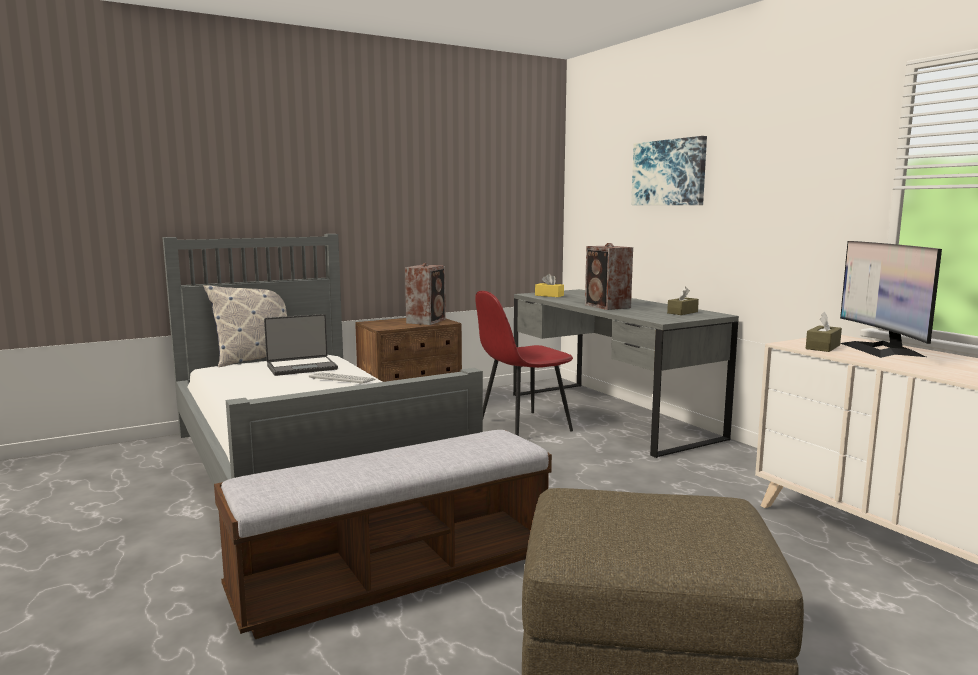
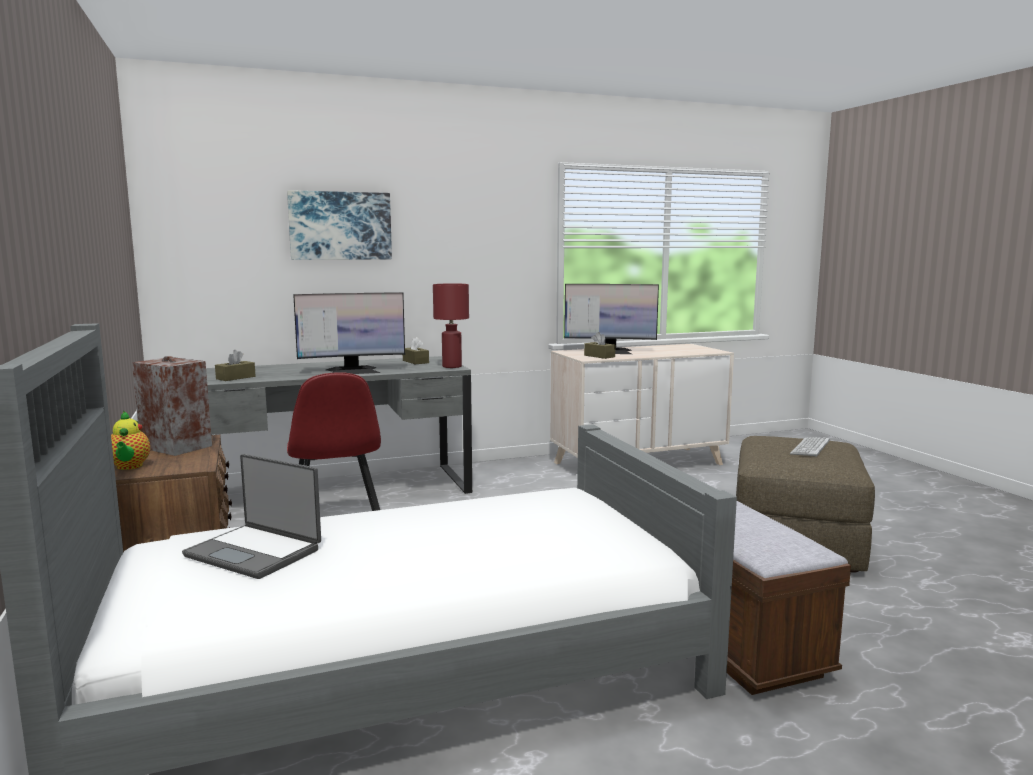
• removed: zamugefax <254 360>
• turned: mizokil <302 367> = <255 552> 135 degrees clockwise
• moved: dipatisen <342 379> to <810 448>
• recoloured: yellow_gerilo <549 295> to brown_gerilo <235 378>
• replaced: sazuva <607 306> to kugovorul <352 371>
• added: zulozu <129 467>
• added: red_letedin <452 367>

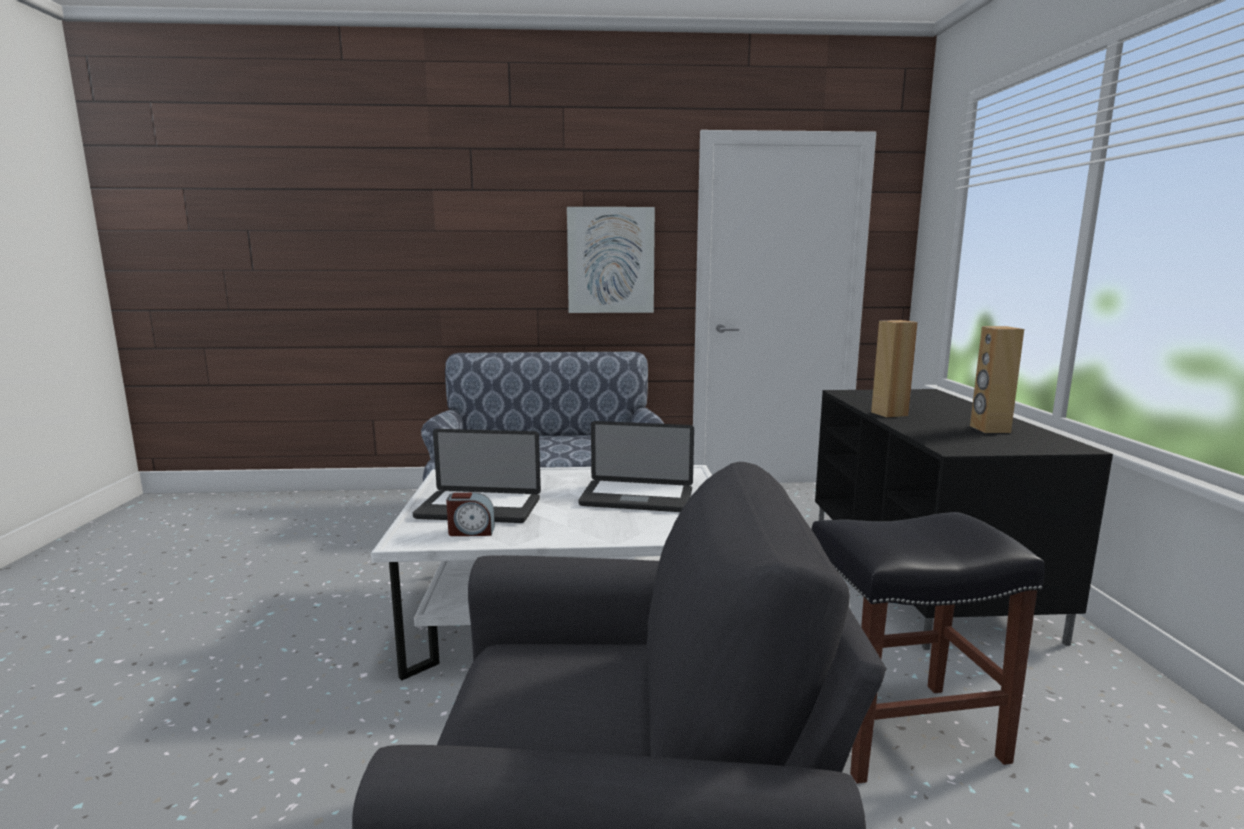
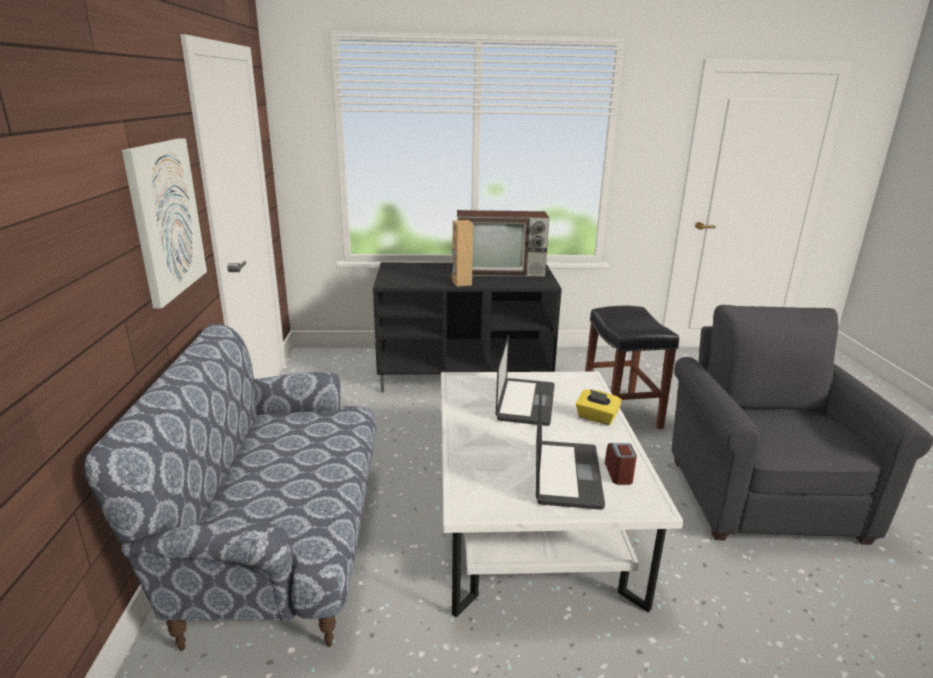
• replaced: brown_sazuva <989 429> to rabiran <501 271>
• added: yellow_gerilo <596 417>

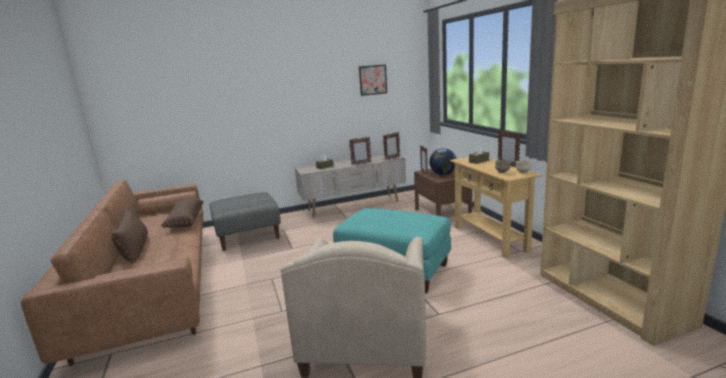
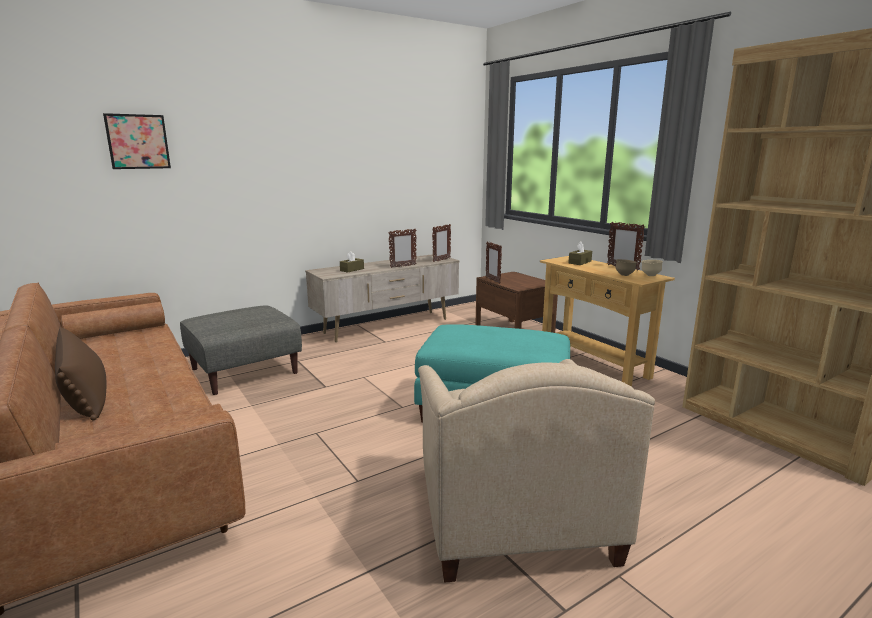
• removed: brown_zamugefax <184 221>
• moved: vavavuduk <373 80> to <138 141>
• removed: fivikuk <443 174>

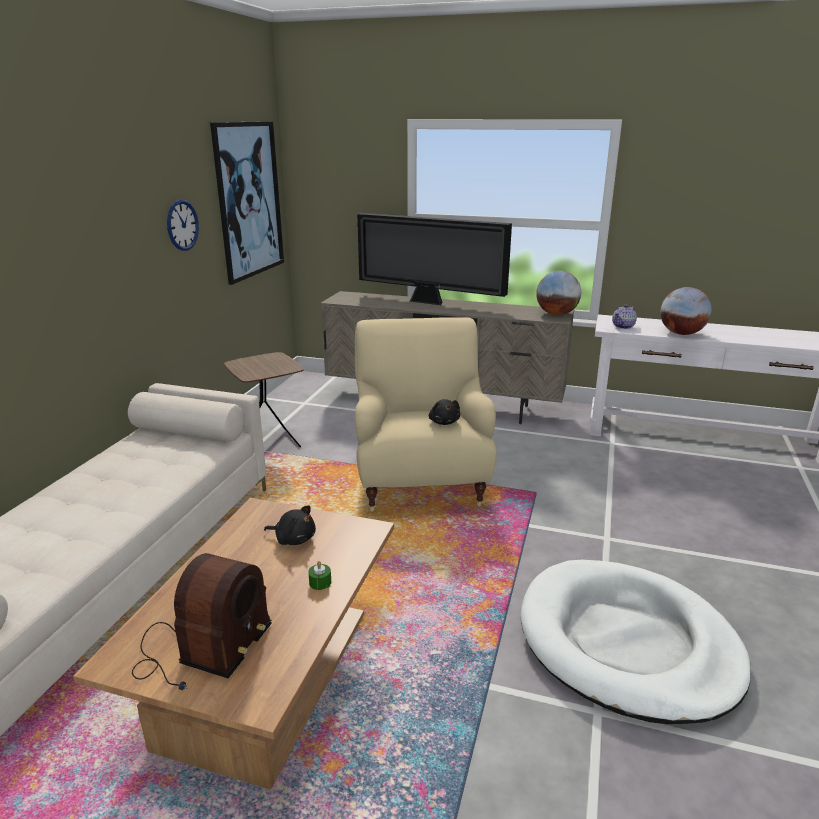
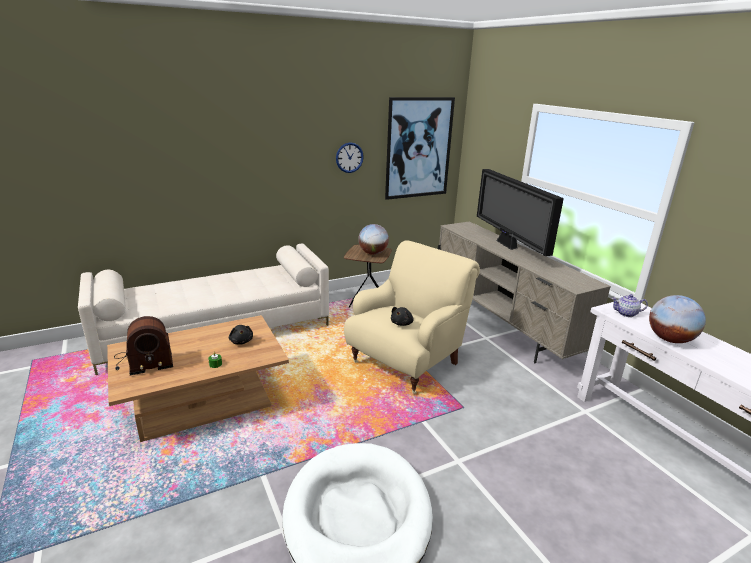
• moved: fivikuk <556 314> to <373 253>

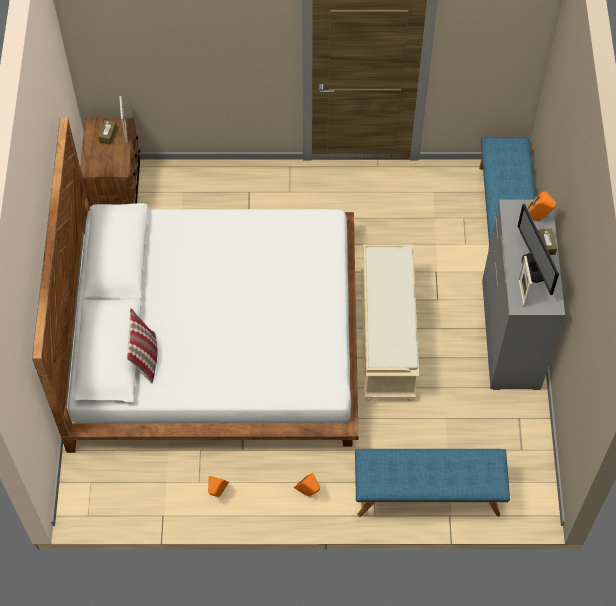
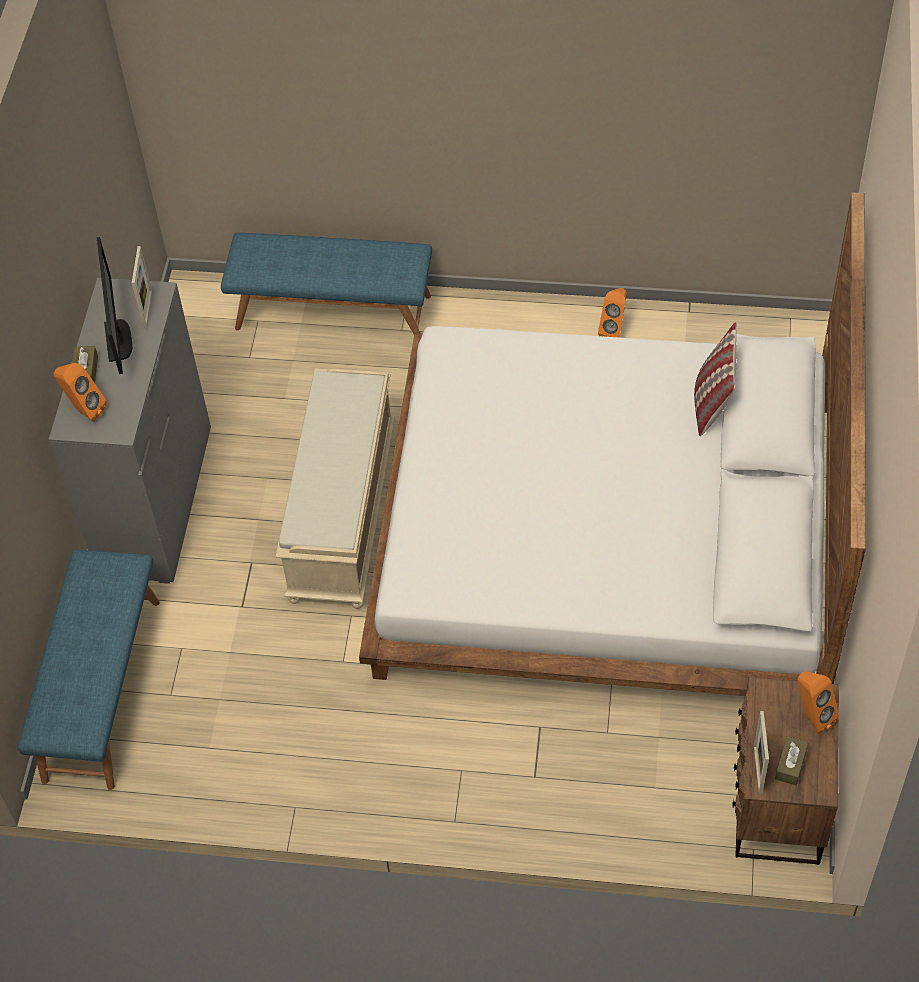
• moved: orange_sazuva <308 493> to <811 716>

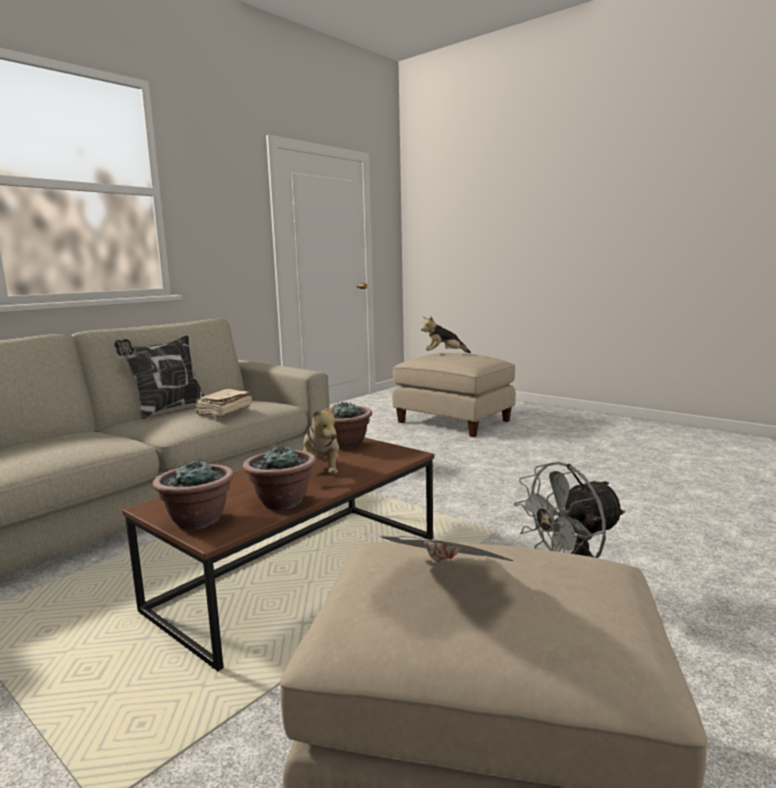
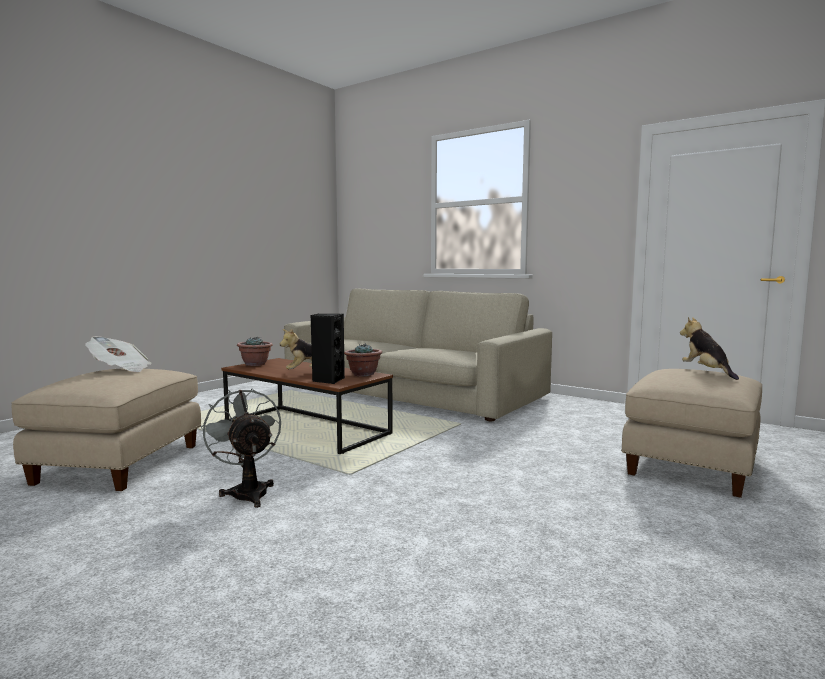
• removed: zamugefax <167 410>
• removed: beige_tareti <224 412>
• removed: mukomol <282 502>
• added: black_sazuva <328 380>

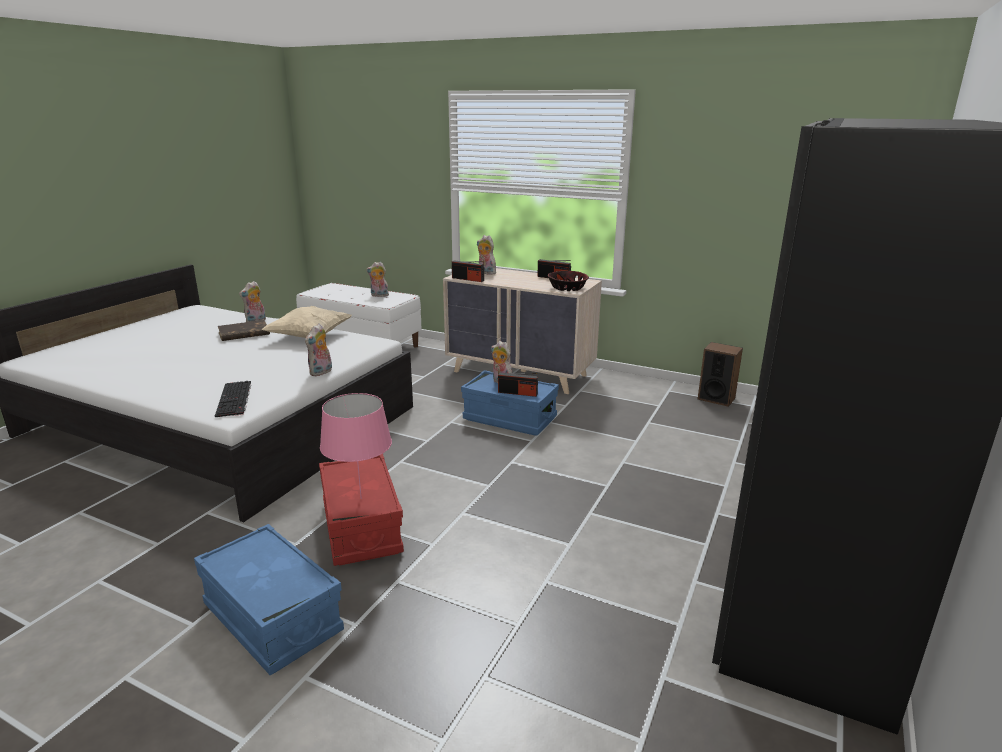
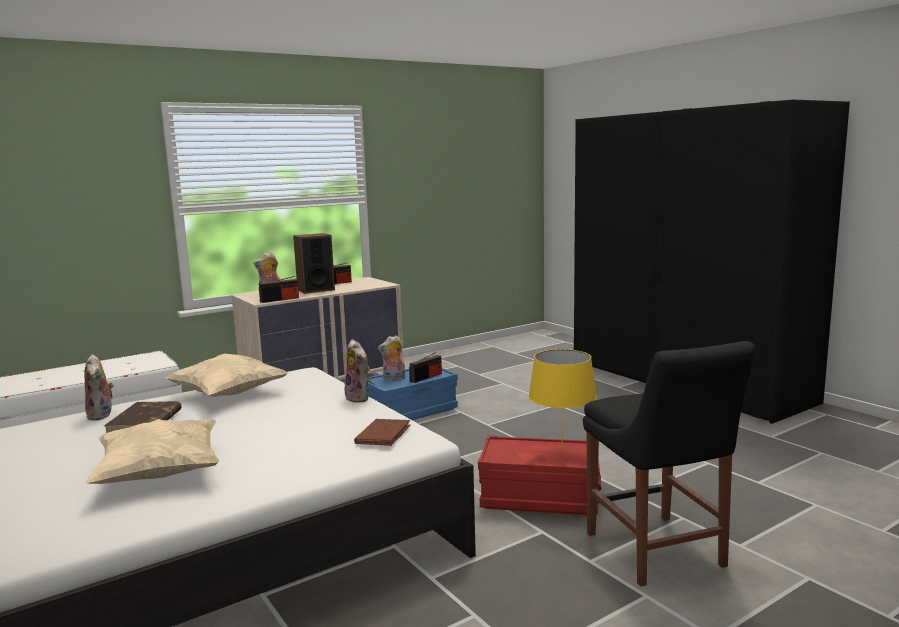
• replaced: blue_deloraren <273 618> to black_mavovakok <657 553>
• replaced: dipatisen <235 399> to brown_tareti <383 435>
• recoloured: pink_letedin <361 498> to yellow_letedin <561 453>
• removed: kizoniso <379 295>
• removed: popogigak <567 288>
• moved: sazuva <716 398> to <316 290>
• added: beige_zamugefax <160 475>

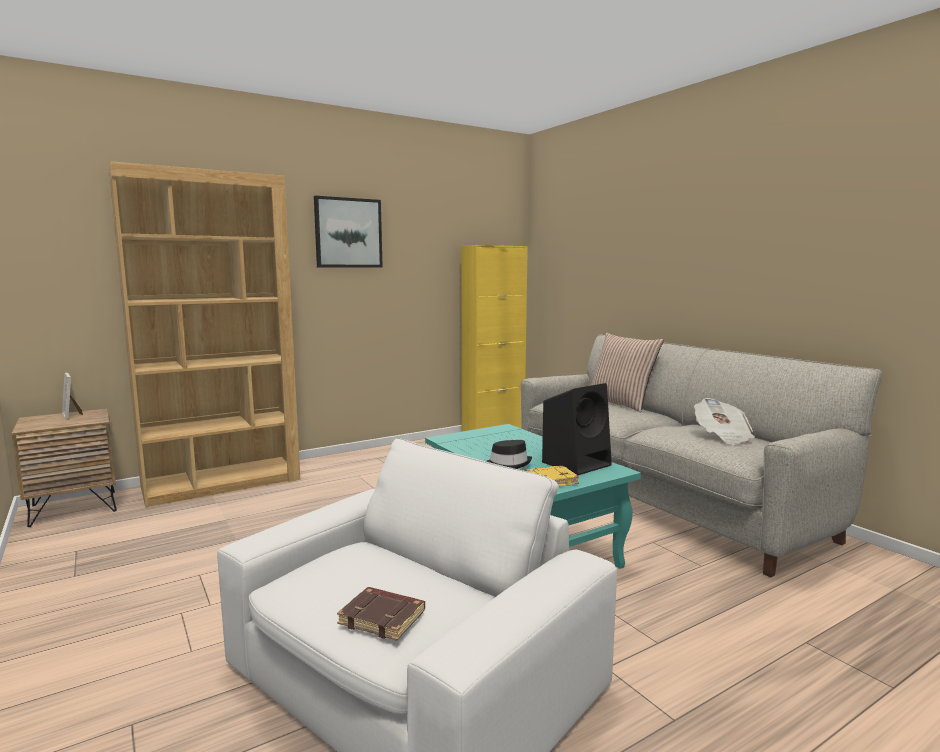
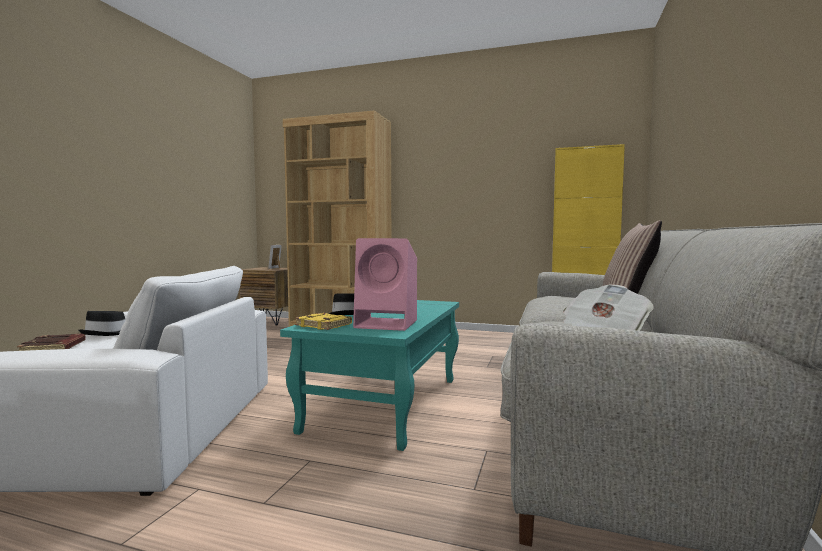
• removed: vavavuduk <348 233>
• recoloured: black_sazuva <577 463> to pink_sazuva <388 324>
• added: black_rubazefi <108 334>

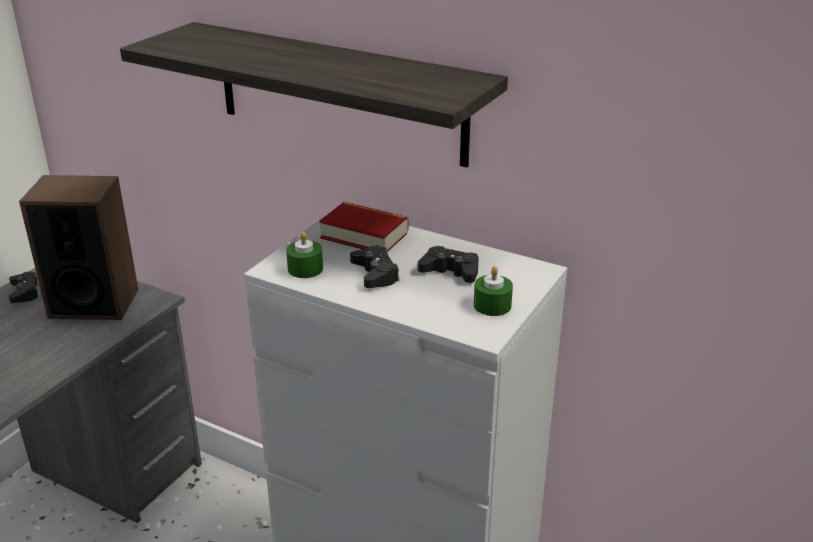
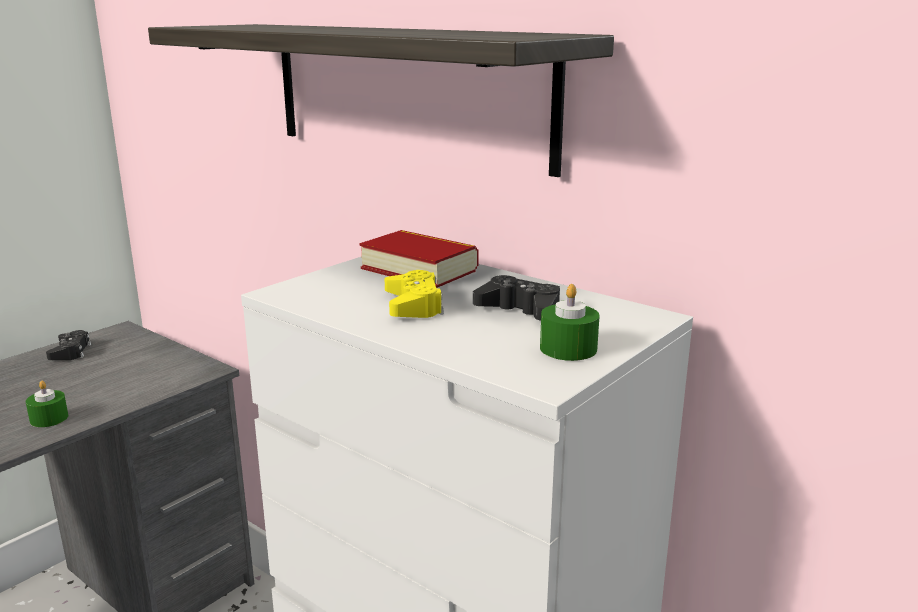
• removed: sazuva <94 303>
• moved: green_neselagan <305 269> to <49 418>
• recoloured: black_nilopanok <375 274> to yellow_nilopanok <413 305>

